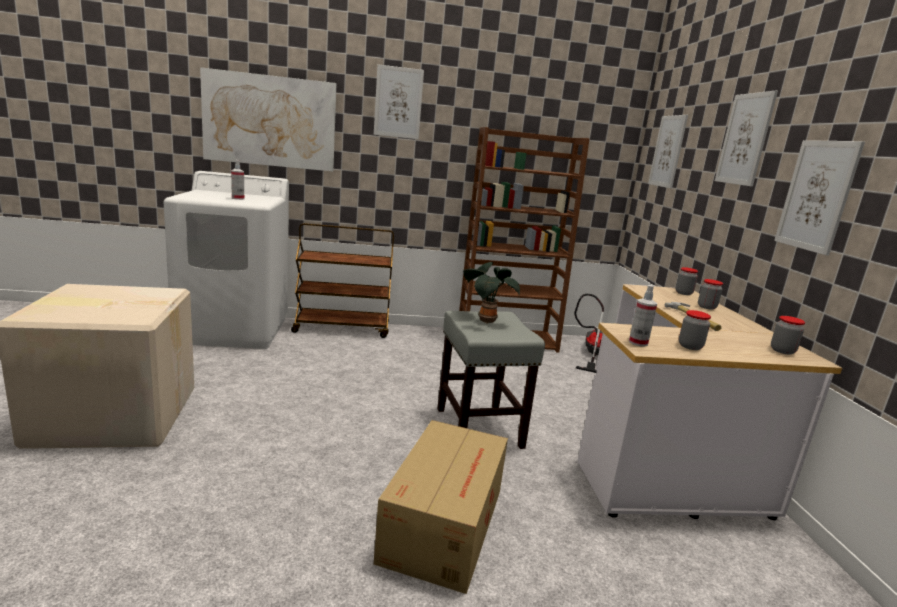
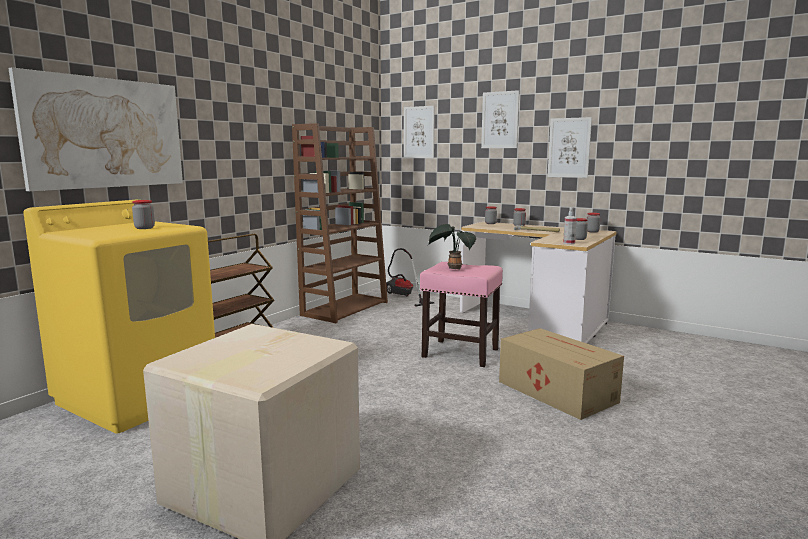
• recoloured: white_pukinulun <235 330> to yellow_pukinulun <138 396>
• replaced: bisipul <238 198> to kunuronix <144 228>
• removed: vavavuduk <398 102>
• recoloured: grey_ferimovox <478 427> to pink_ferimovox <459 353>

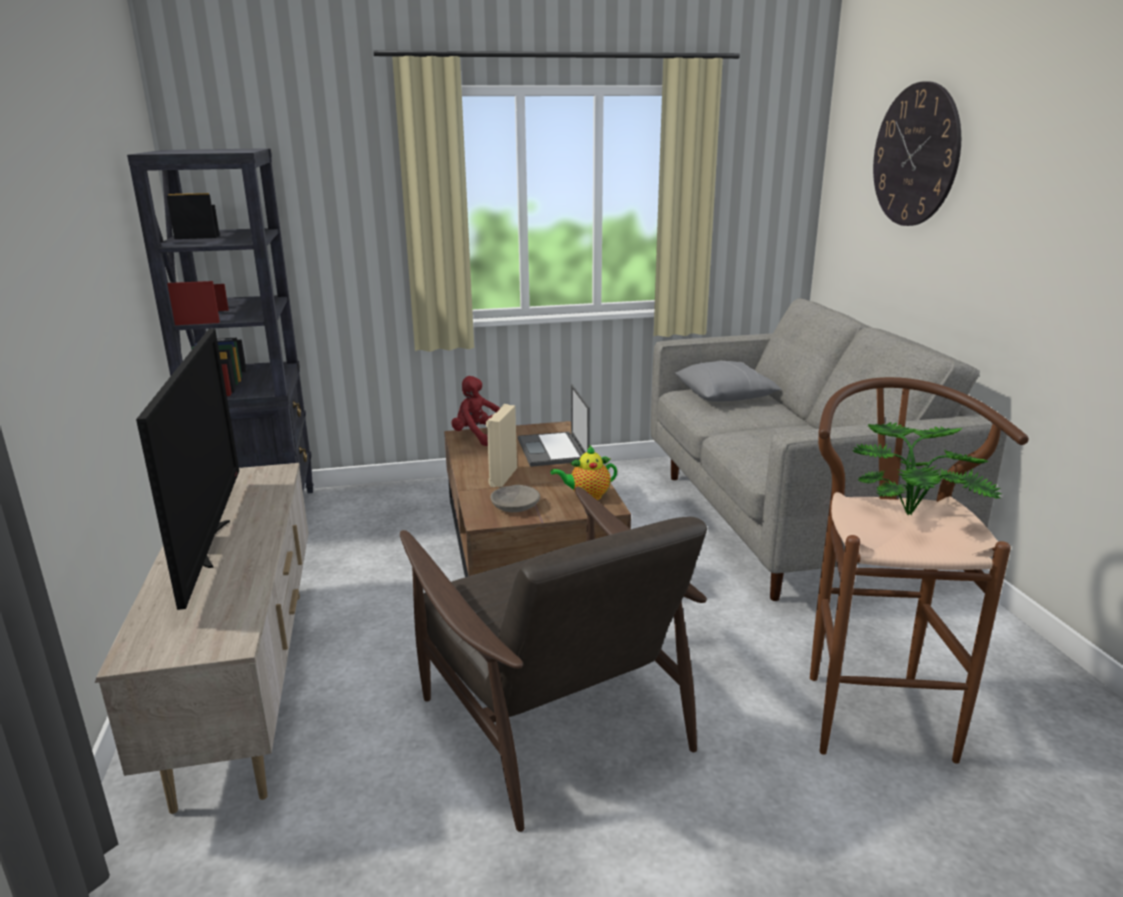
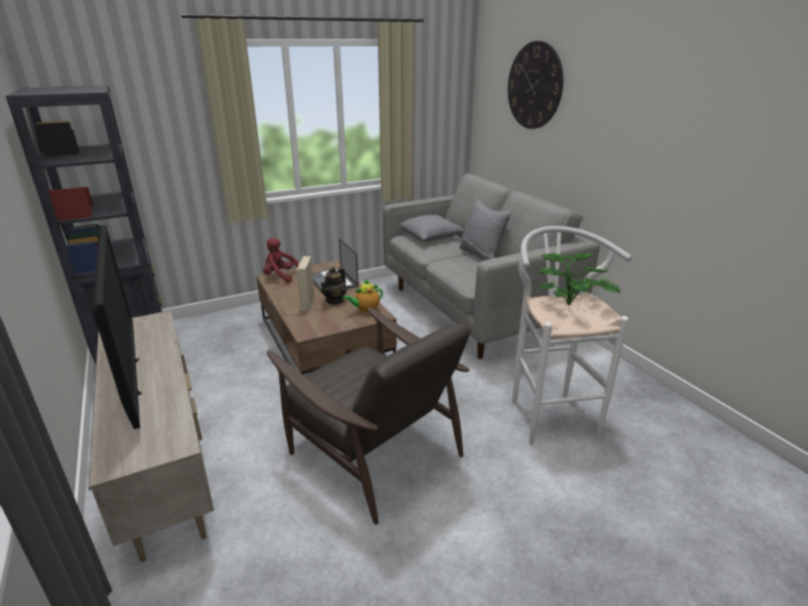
• removed: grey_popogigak <515 505>
• recoloured: brown_ferimovox <870 706> to white_ferimovox <548 412>
• added: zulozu <335 300>
• added: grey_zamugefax <481 254>

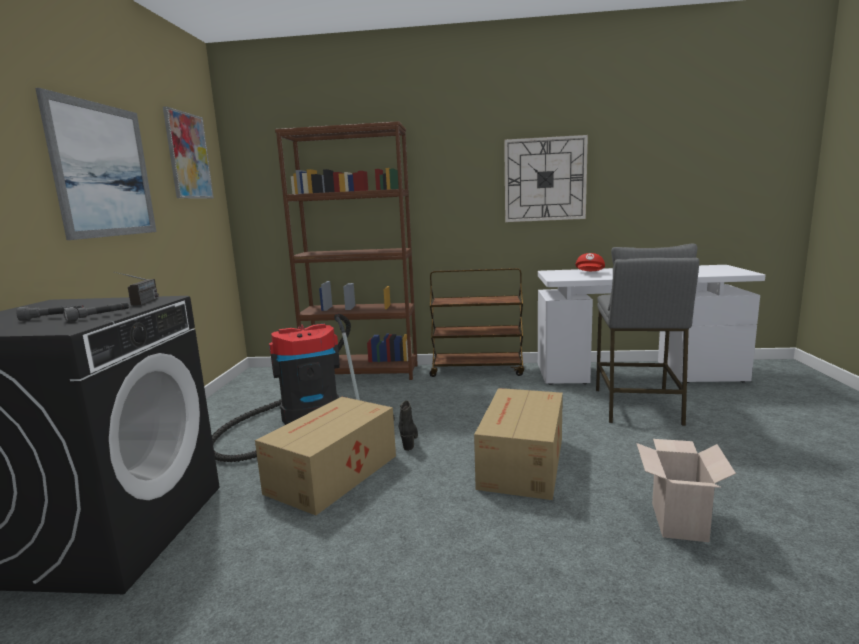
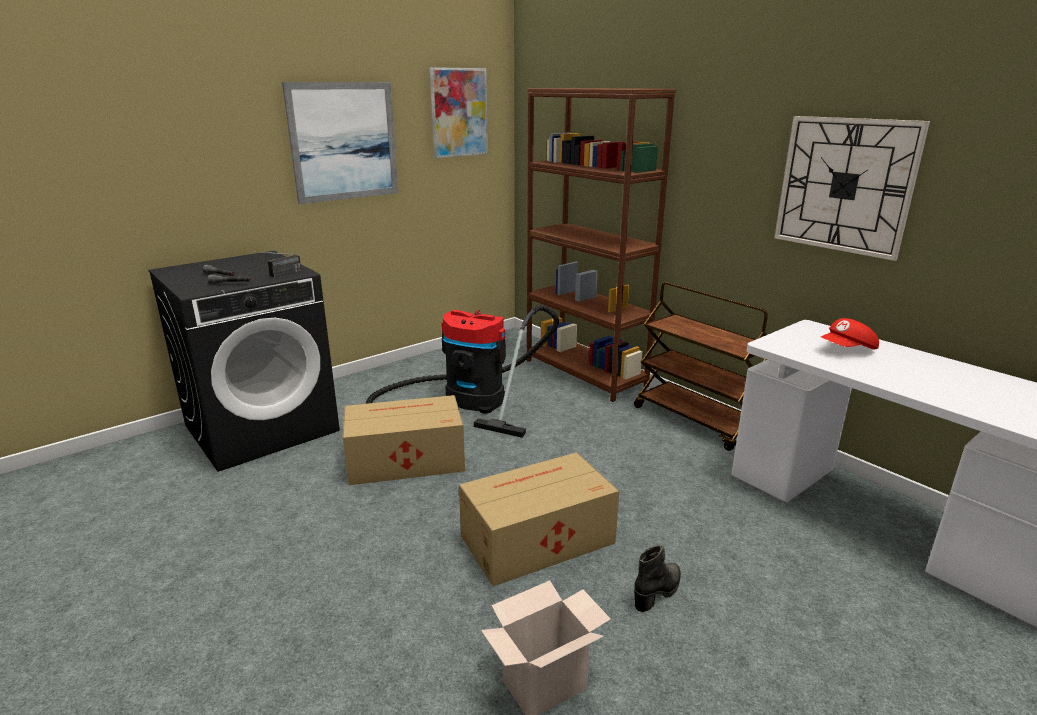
• moved: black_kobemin <408 439> to <658 592>
• removed: grey_ferimovox <637 406>

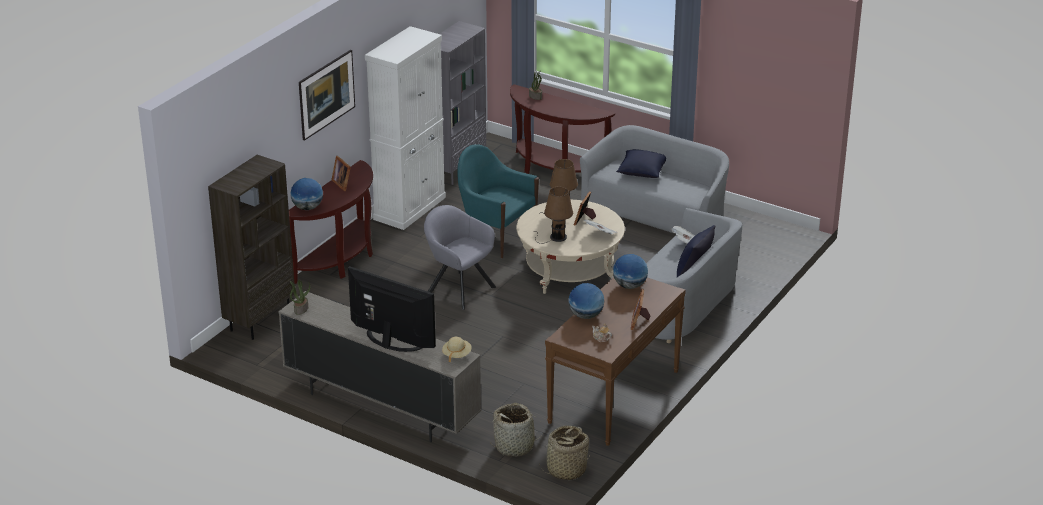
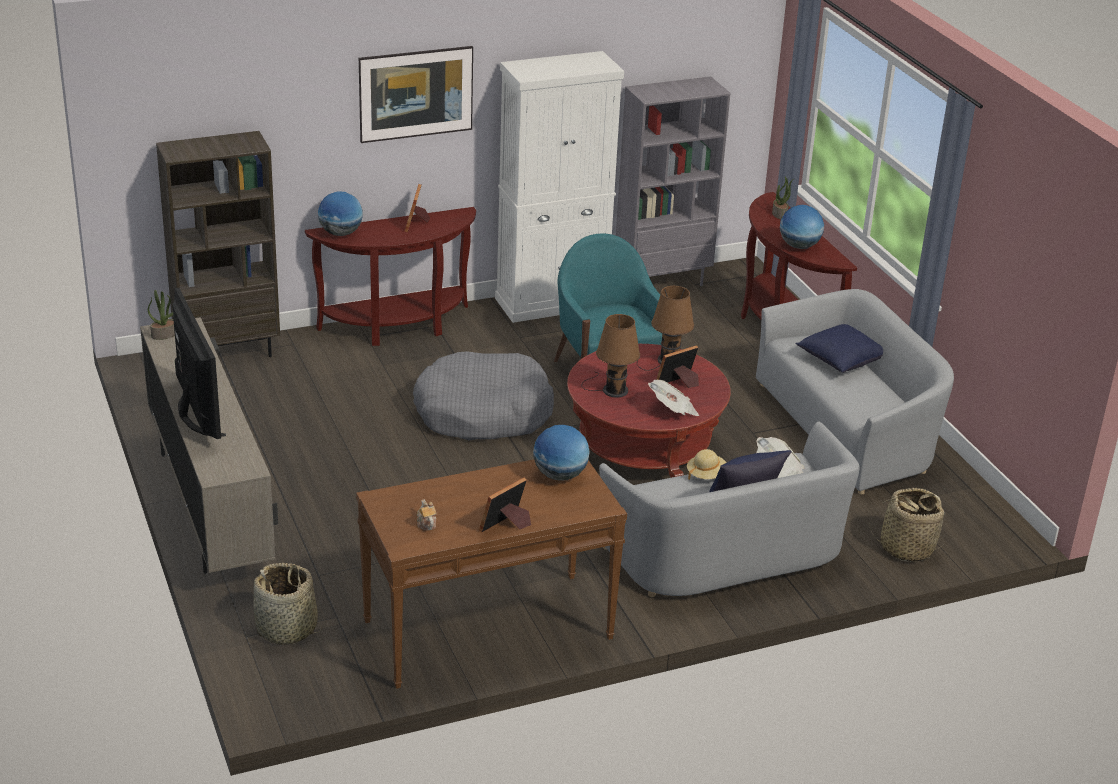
• replaced: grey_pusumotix <458 288> to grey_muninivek <482 412>
• moved: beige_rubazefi <456 354> to <706 475>
• recoloured: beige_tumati <569 270> to red_tumati <643 449>
• moved: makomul <566 470> to <906 548>
• moved: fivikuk <586 315> to <799 246>

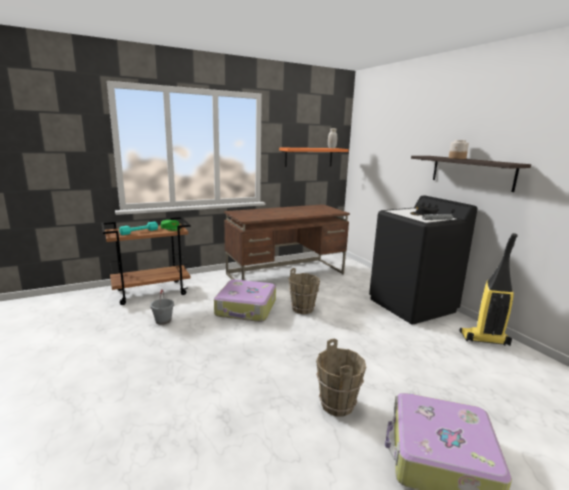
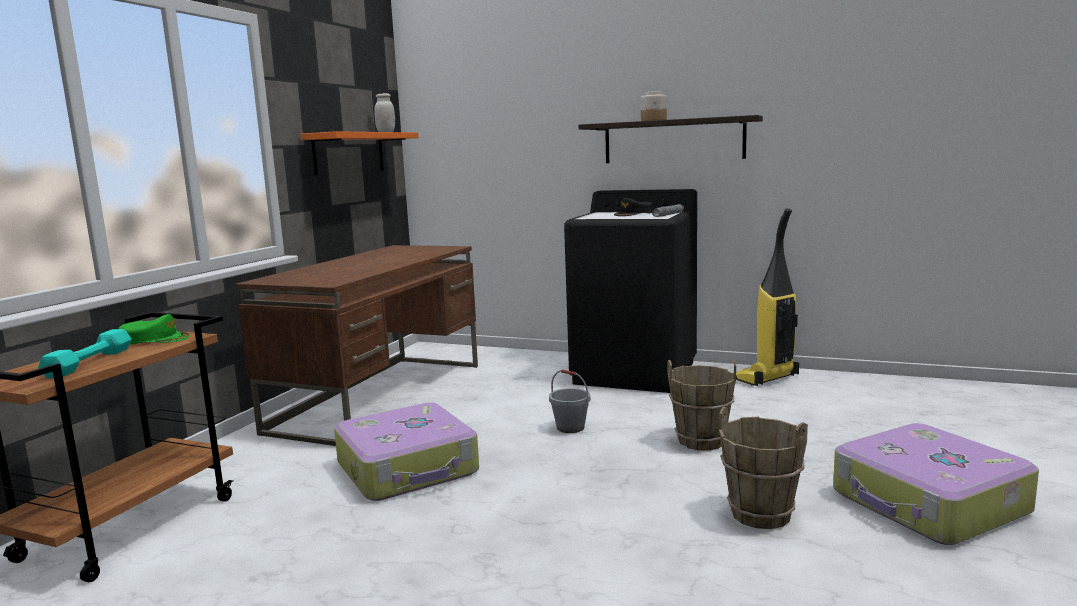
• moved: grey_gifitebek <163 320> to <571 428>
• moved: brown_gifitebek <303 309> to <701 441>

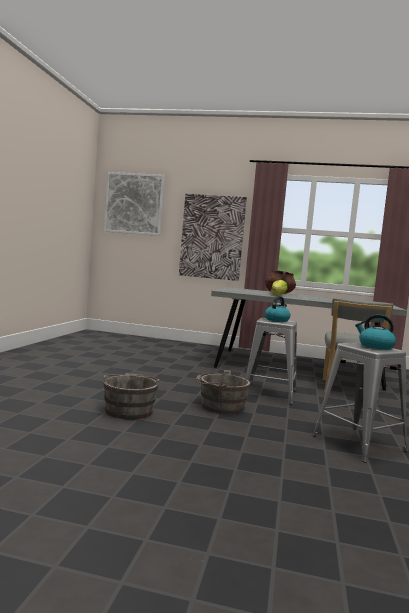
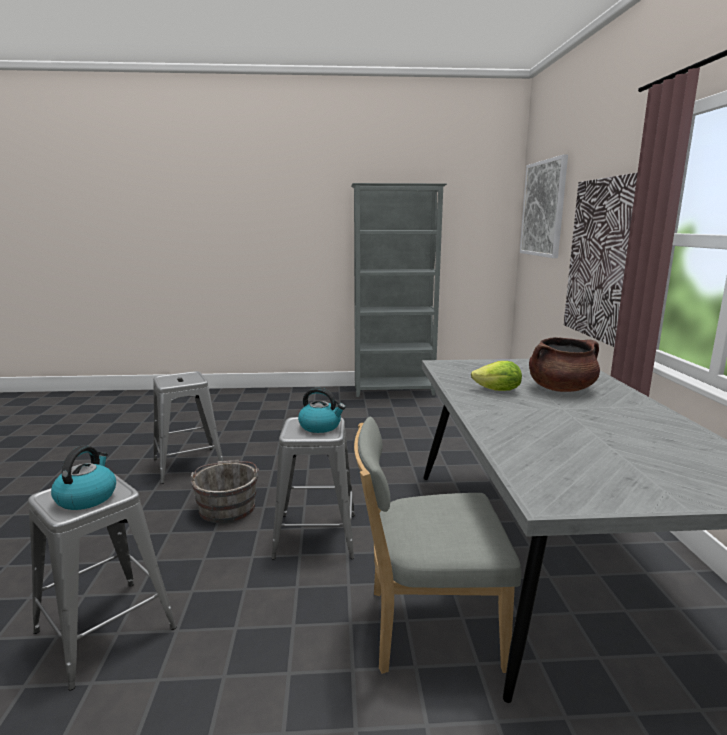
• replaced: grey_gifitebek <129 410> to grey_ferimovox <188 465>
• added: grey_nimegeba <394 391>

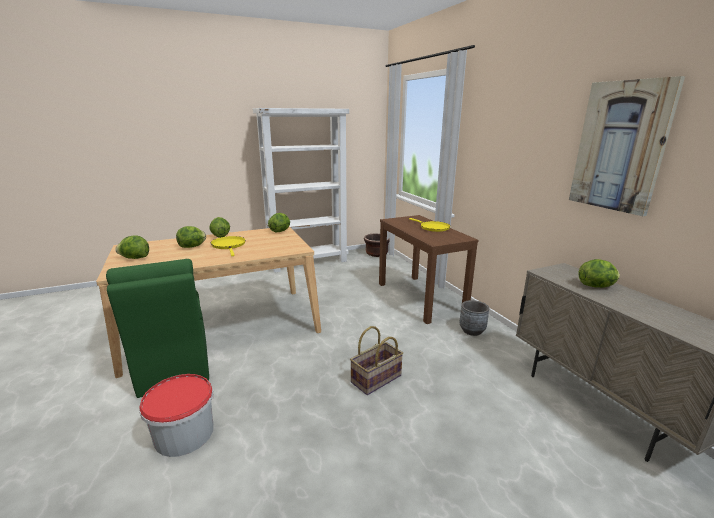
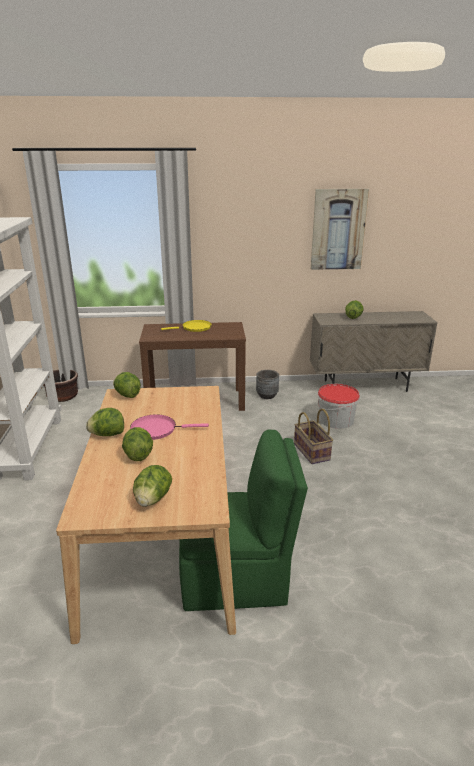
• moved: gifitebek <184 434> to <336 419>
• recoloured: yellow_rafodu <229 245> to pink_rafodu <157 429>

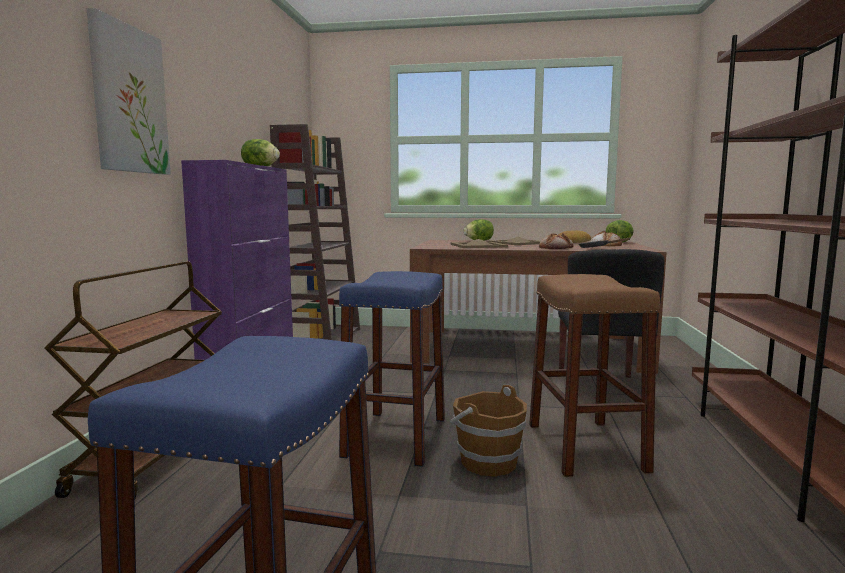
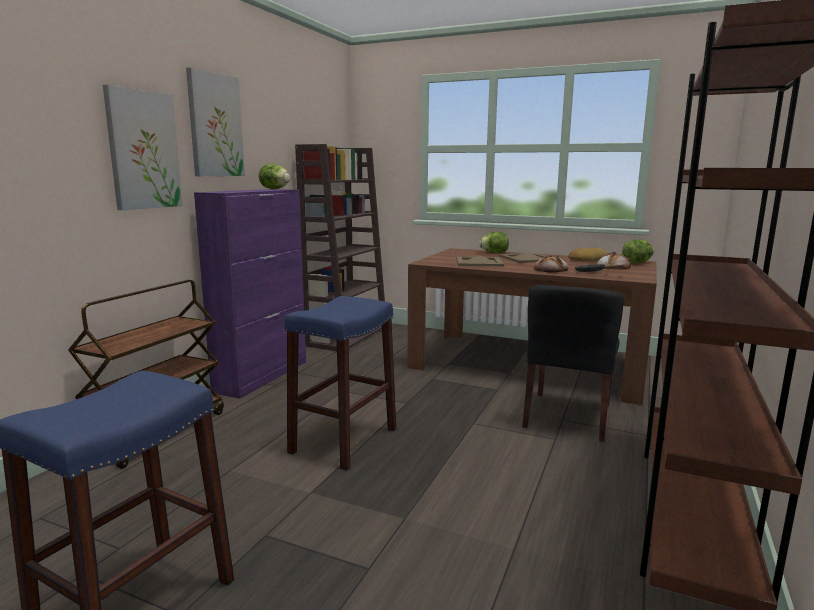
• removed: brown_gifitebek <486 462>
• removed: brown_ferimovox <585 447>
• added: vavavuduk <215 125>

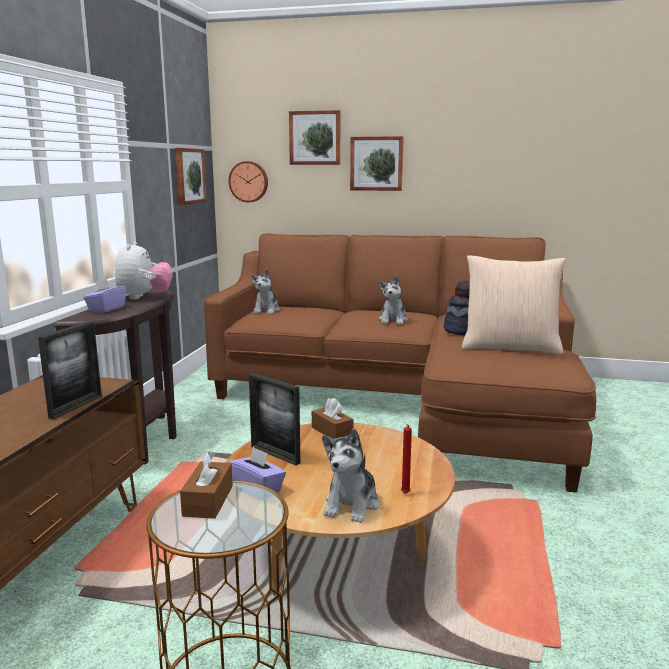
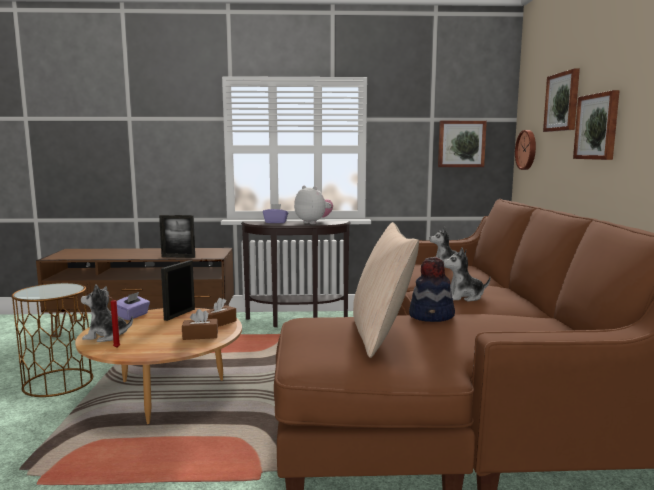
• turned: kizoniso <144 297> = <313 223> 120 degrees counterclockwise
• moved: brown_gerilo <208 501> to <200 336>

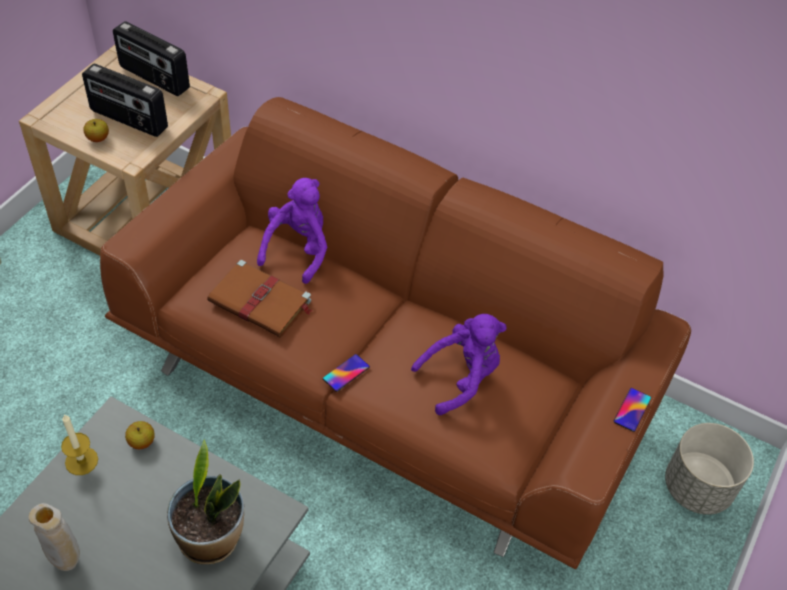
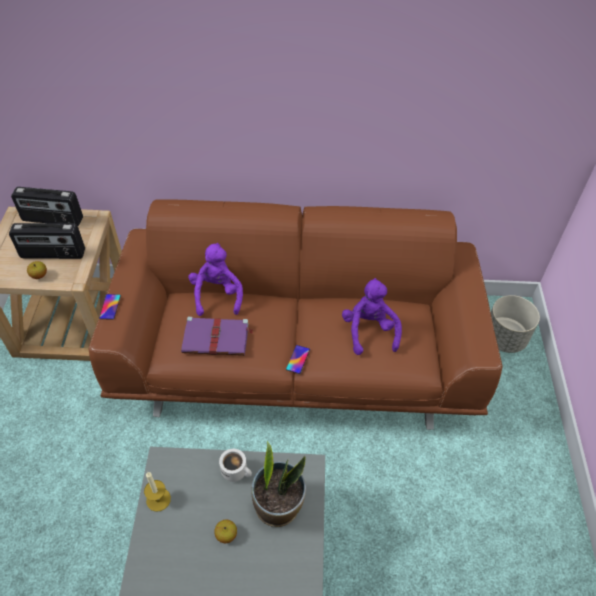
• removed: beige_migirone <67 561>
• moved: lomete <141 442> to <226 535>
• recoloured: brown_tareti <261 302> to purple_tareti <217 338>
• turned: purple_kizoniso <461 378> = <369 331> 45 degrees counterclockwise
• moved: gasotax <632 410> to <110 307>
• added: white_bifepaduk <237 471>

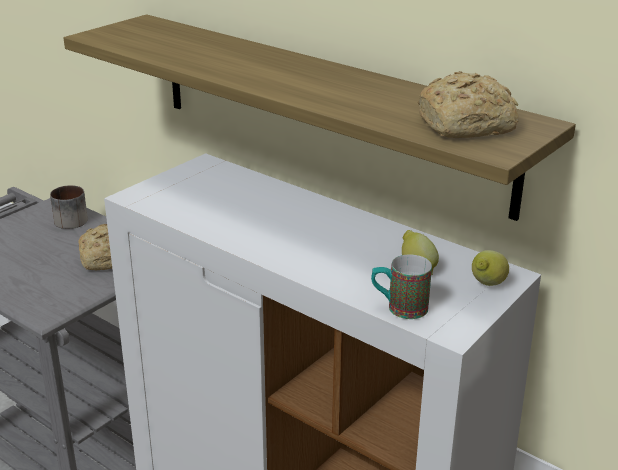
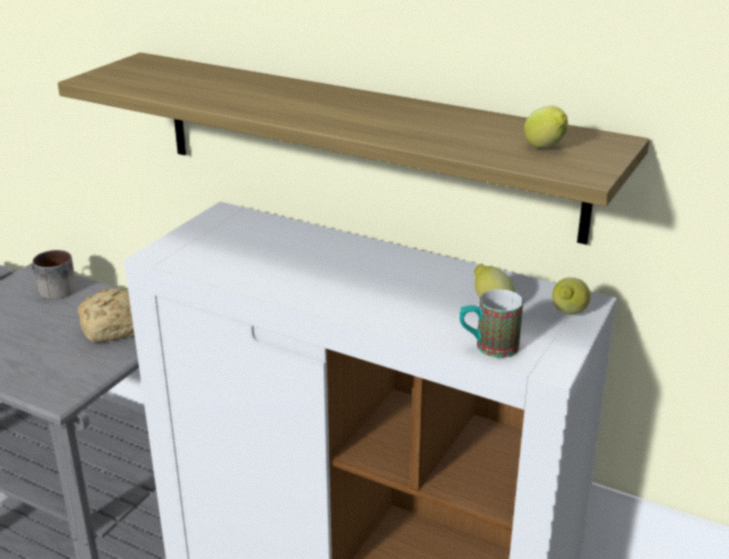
• replaced: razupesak <468 126> to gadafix <545 148>

